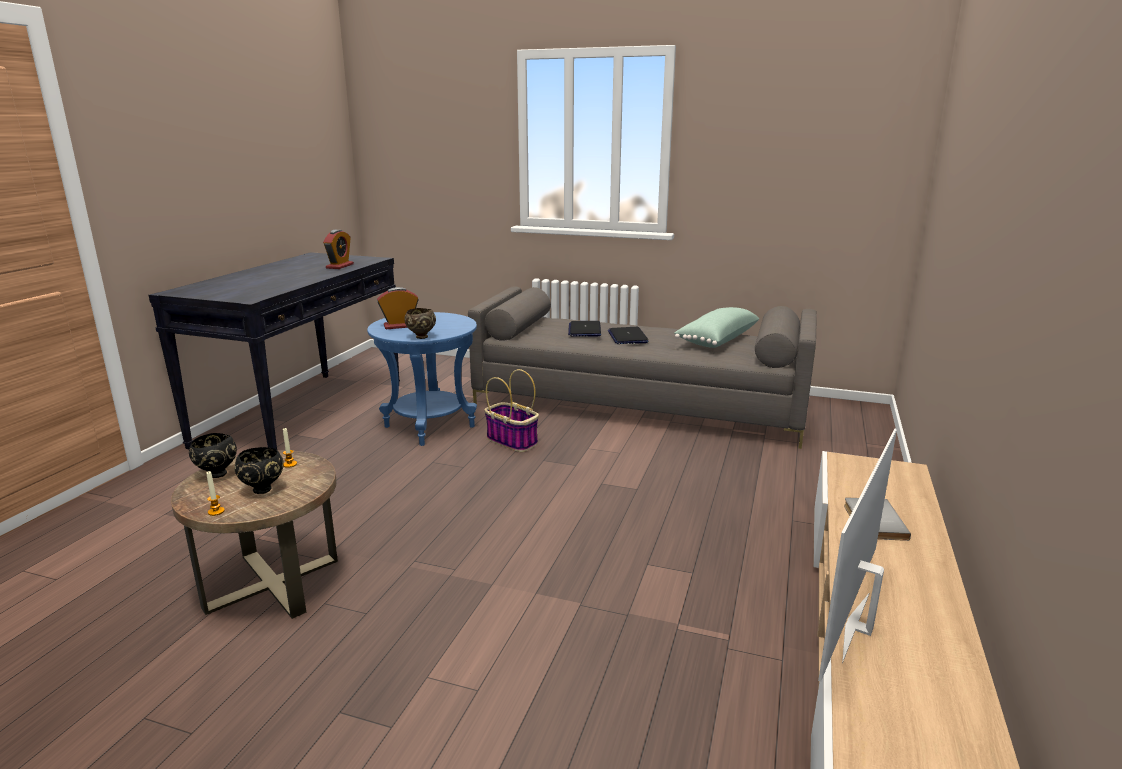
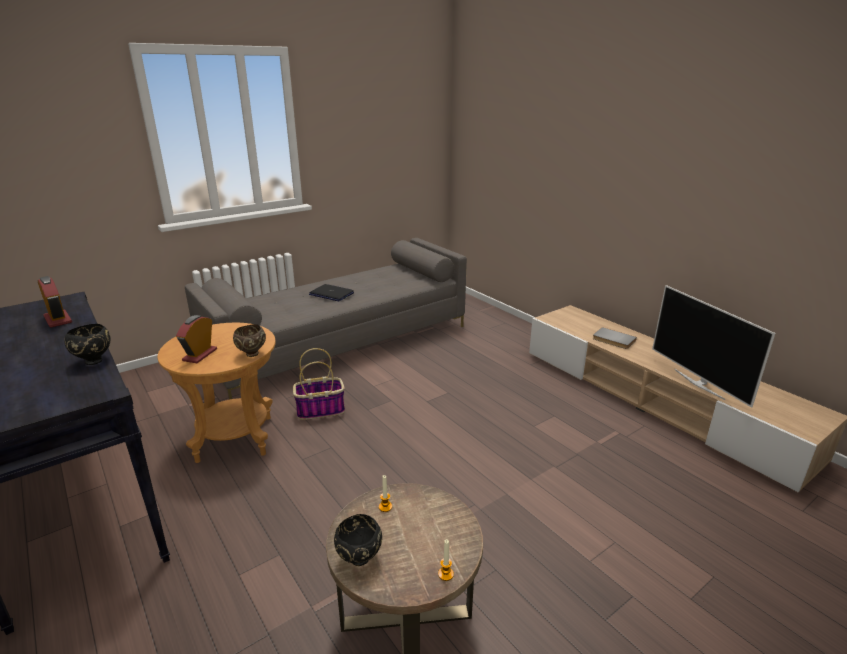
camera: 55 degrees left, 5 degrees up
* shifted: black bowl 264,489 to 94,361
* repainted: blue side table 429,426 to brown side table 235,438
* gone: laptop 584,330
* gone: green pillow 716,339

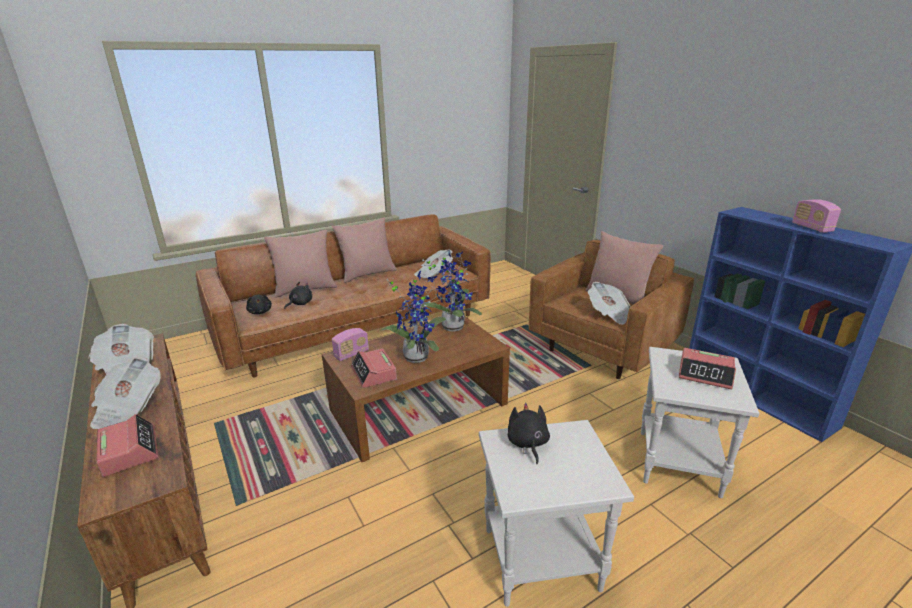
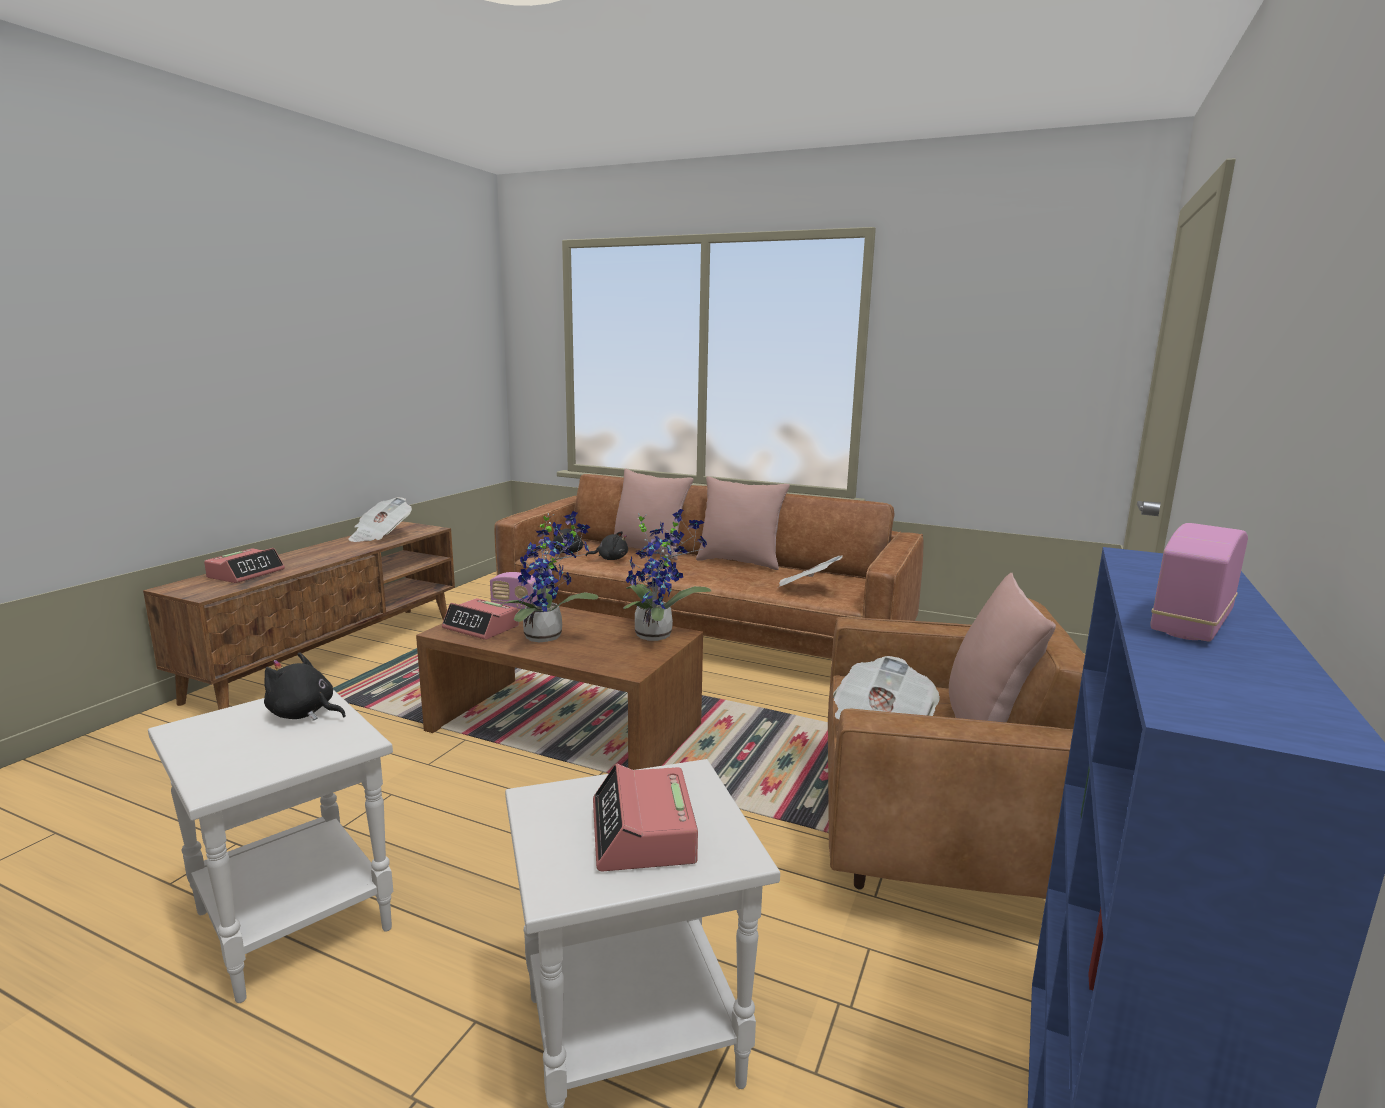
camera: 55 degrees right, 10 degrees down
* gone: newspaper 128,408
* rotated: alarm clock 374,373 = 481,627 90 degrees counterclockwise
* rotated: black plush toy 527,443 = 304,714 120 degrees counterclockwise

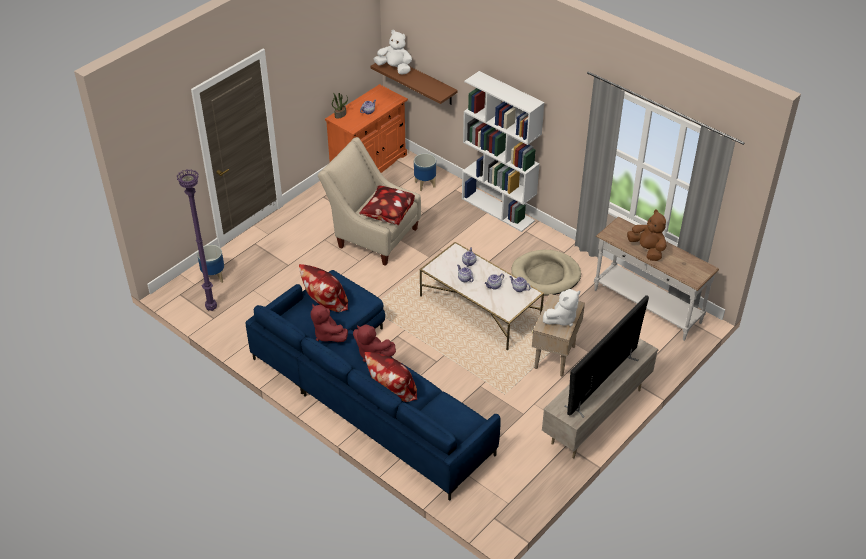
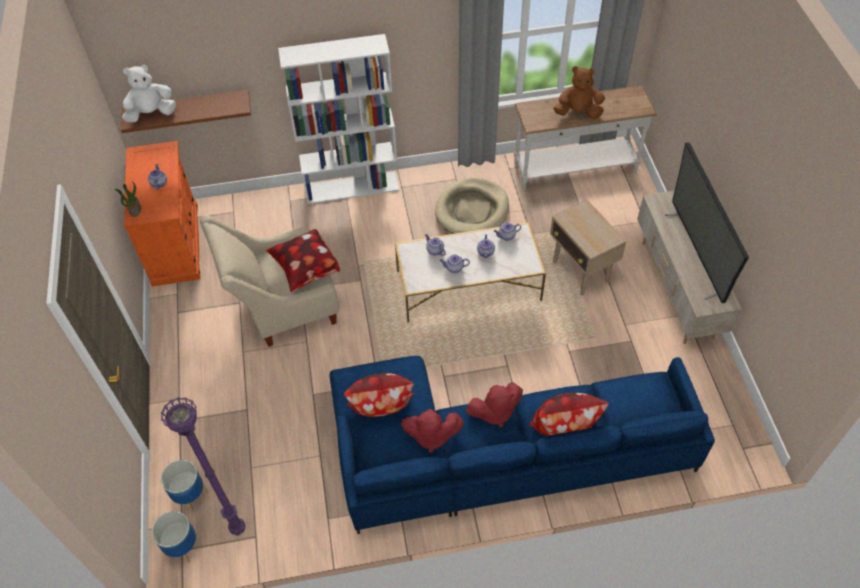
camera: 50 degrees left, 10 degrees up
* shifted: planter 425,184 to 183,546
* gone: white plush toy 562,318

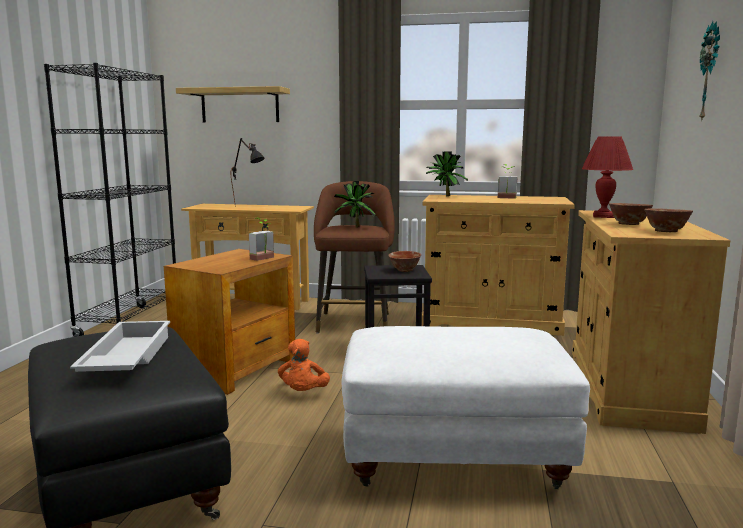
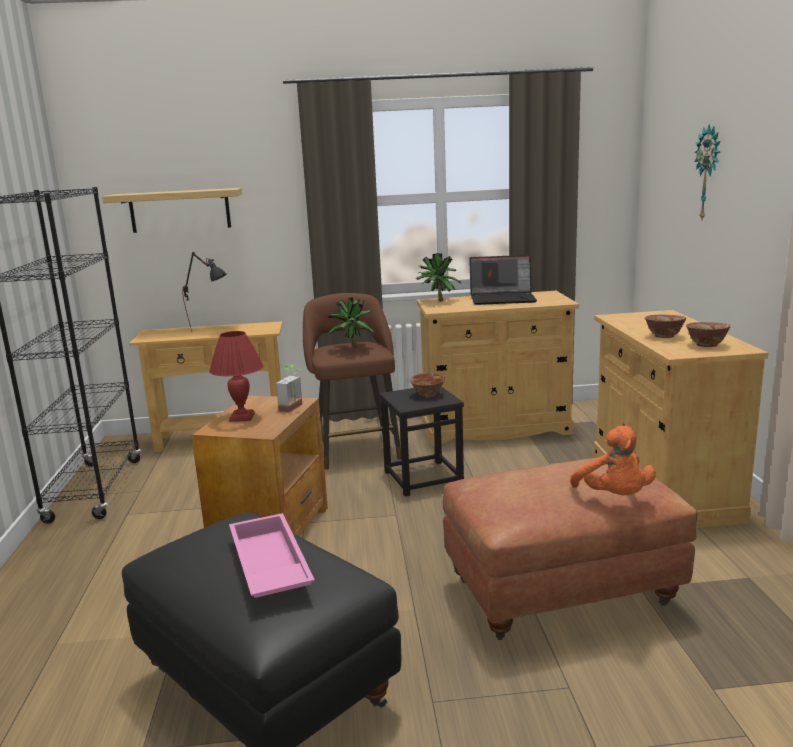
camera: 15 degrees left, 5 degrees up
* repainted: white tray 125,358 to pink tray 267,566
* shifted: orange plush toy 303,393 to 614,497
* repainted: white ottoman 453,463 to brown ottoman 561,597
* swapped: potted plant 506,198 to laptop 503,299
* shifted: red table lamp 602,216 to 242,417

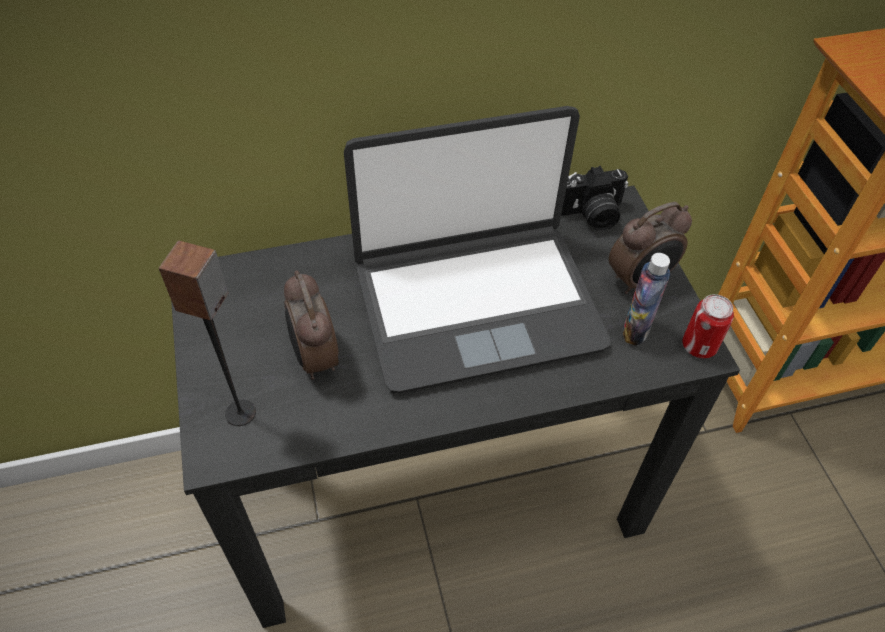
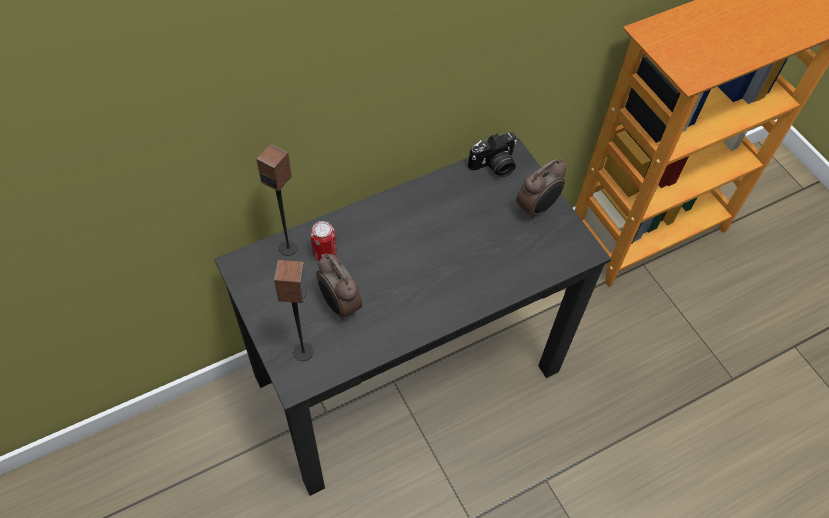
camera: 15 degrees left, 5 degrees up
* gone: laptop 477,304
* gone: bottle 635,330
* shifted: can 699,346 to 324,253
* new: speaker 288,247

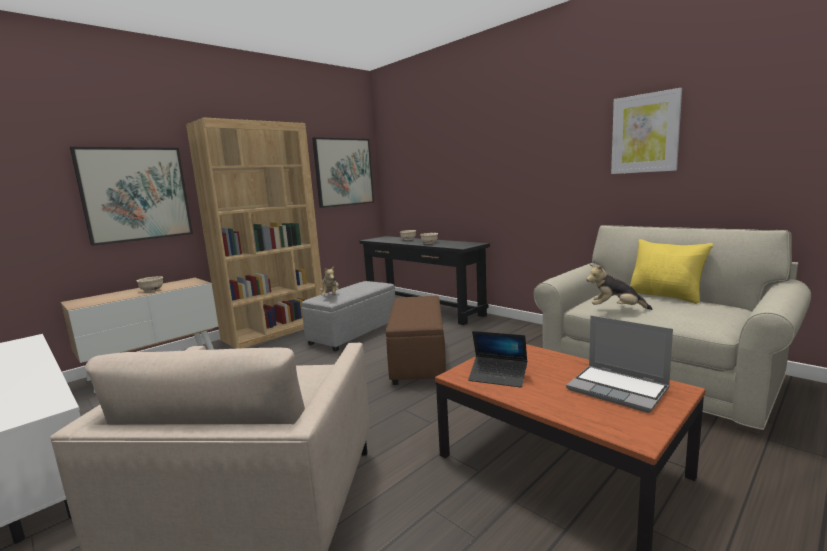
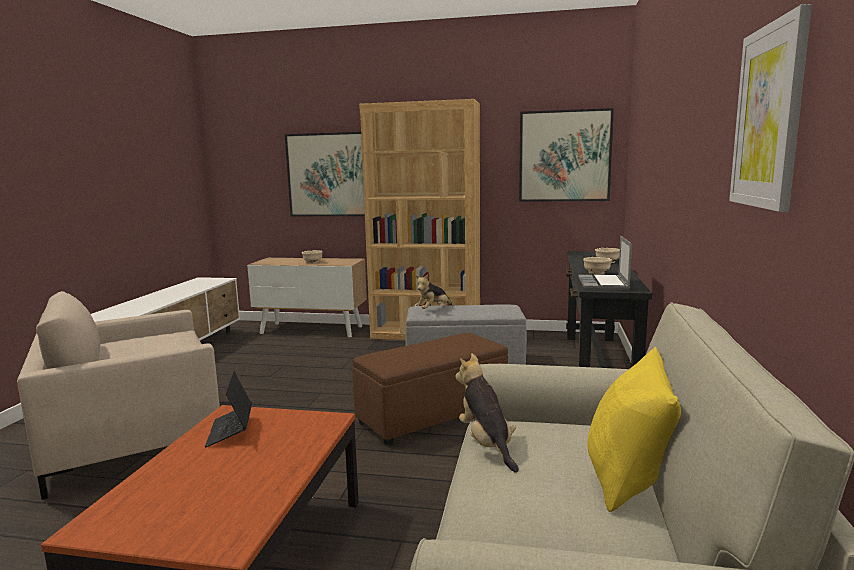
camera: 55 degrees right, 0 degrees up
* shifted: laptop 619,389 to 604,284

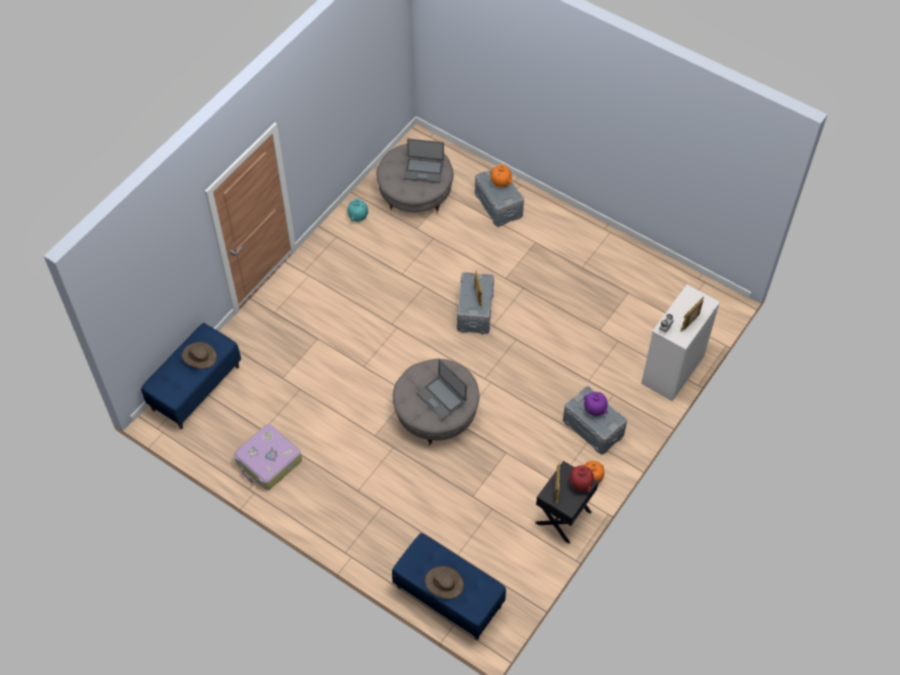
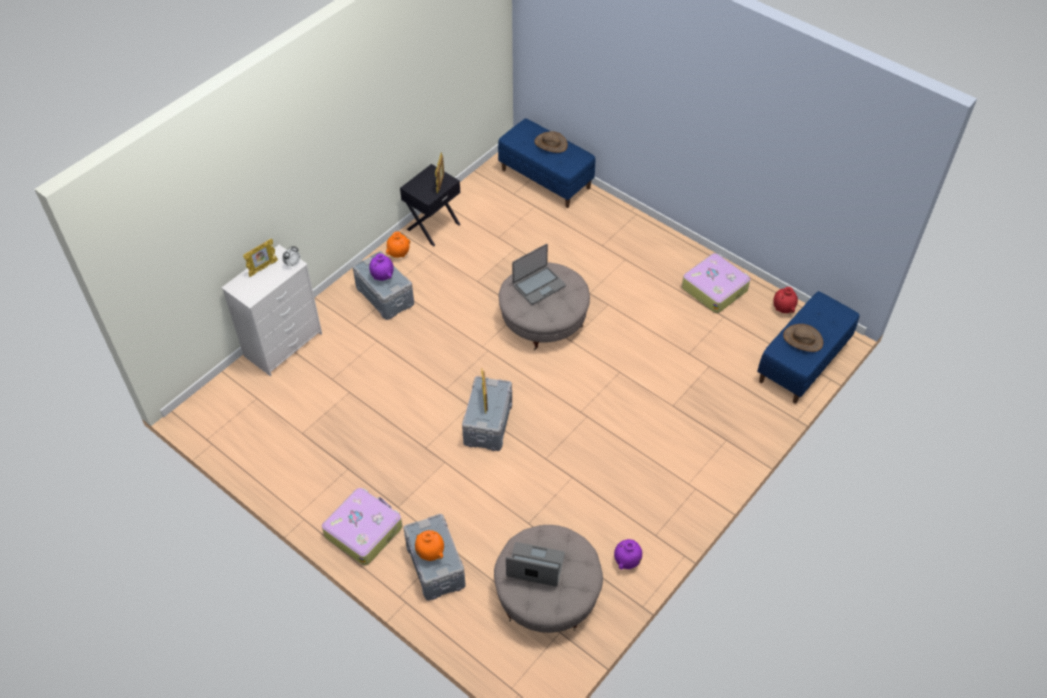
camera: 175 degrees left, 5 degrees down
* repainted: turquoise vase 358,217 to purple vase 627,561
* rotated: laptop 441,397 = 538,285 90 degrees clockwise
* shifted: red vase 580,484 to 783,309
* new: suitcase 363,530

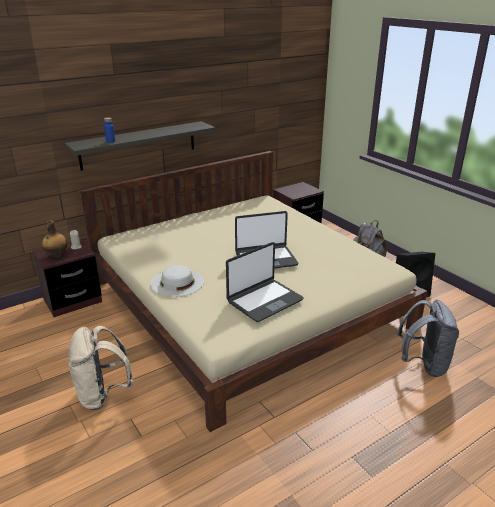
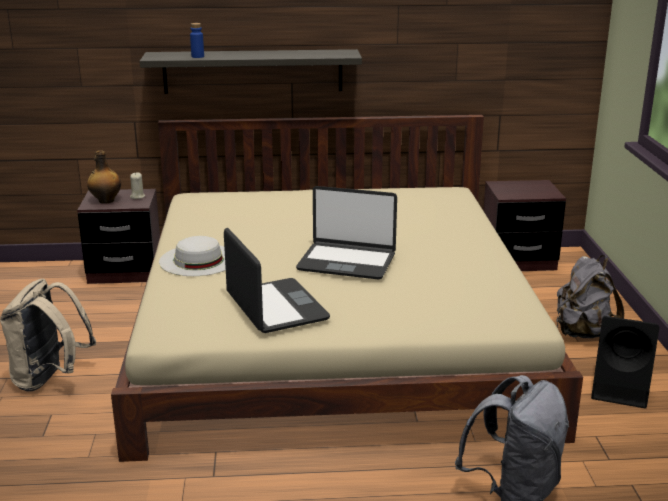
camera: 30 degrees right, 5 degrees down
* rotated: laptop 264,300 = 275,307 105 degrees counterclockwise

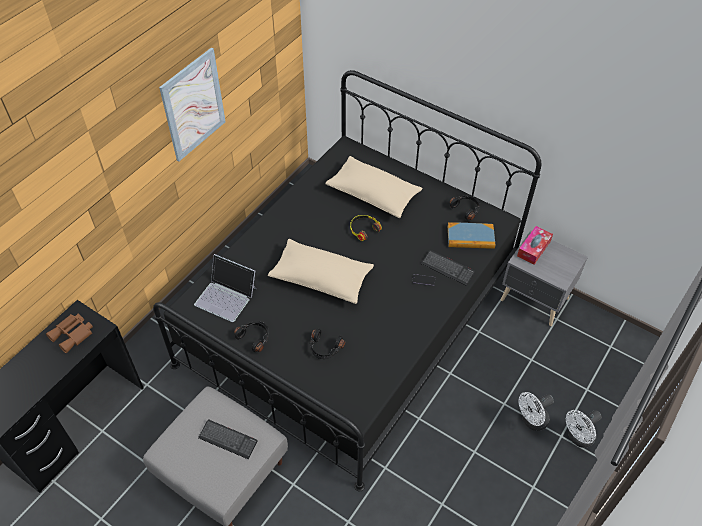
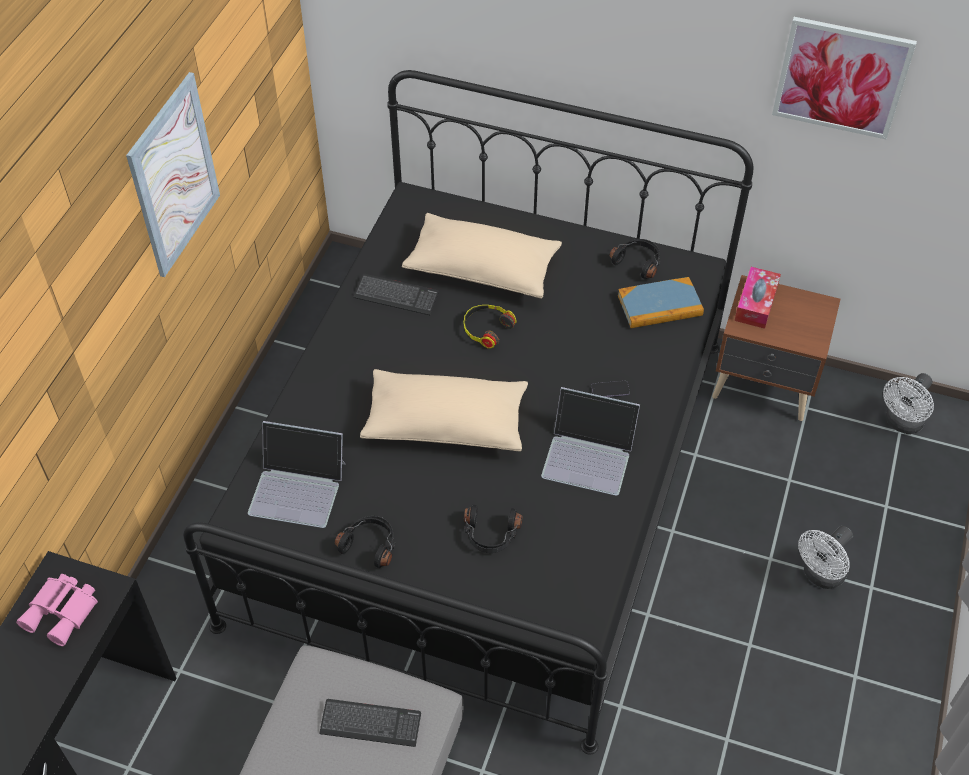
camera: 15 degrees left, 0 degrees up
* repainted: brown binoculars 73,334 to pink binoculars 63,612
* shifted: keyboard 447,268 to 396,296
* repainted: grey nightstand 534,300 to brown nightstand 764,387
* shifted: white fan 578,438 to 901,423
* new: laptop 589,455
* new: picture 841,77

